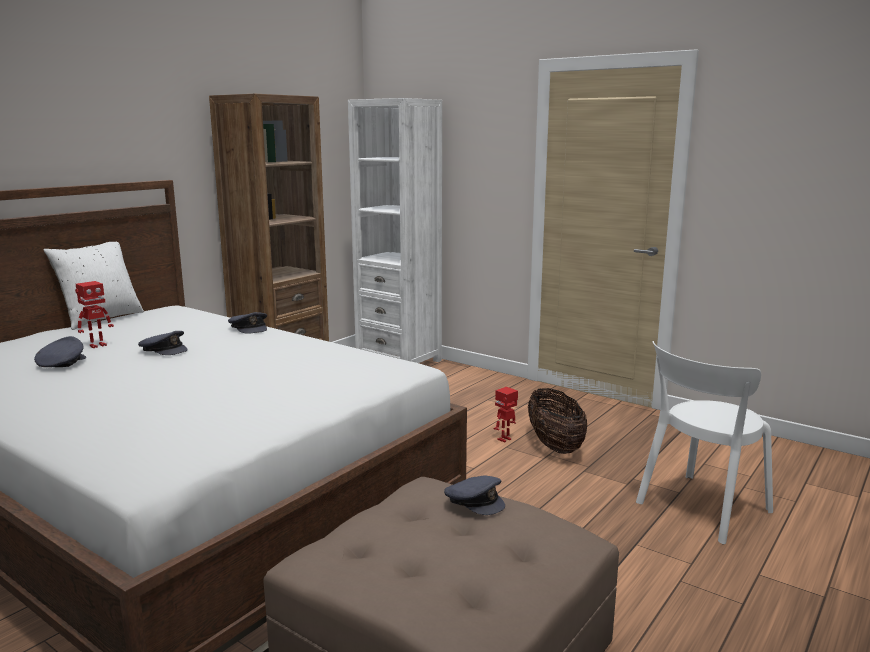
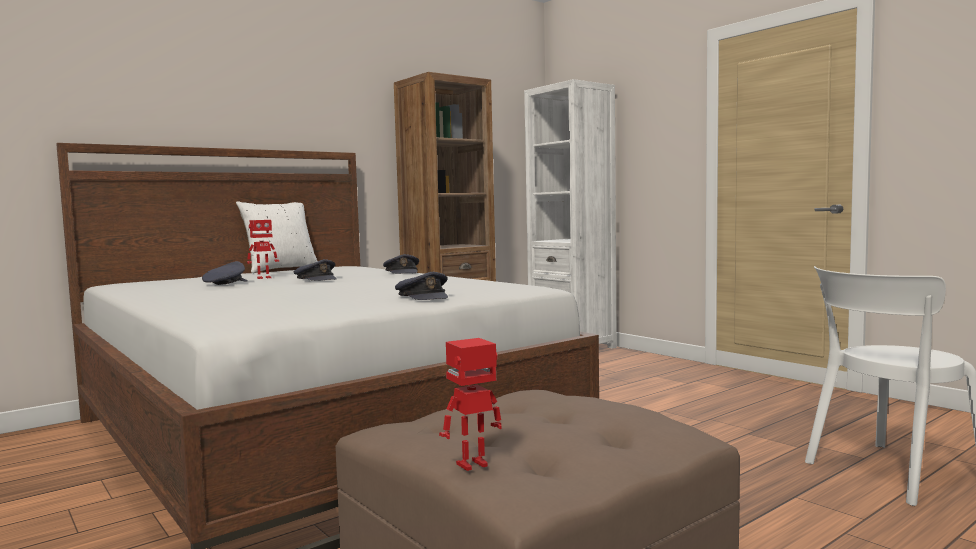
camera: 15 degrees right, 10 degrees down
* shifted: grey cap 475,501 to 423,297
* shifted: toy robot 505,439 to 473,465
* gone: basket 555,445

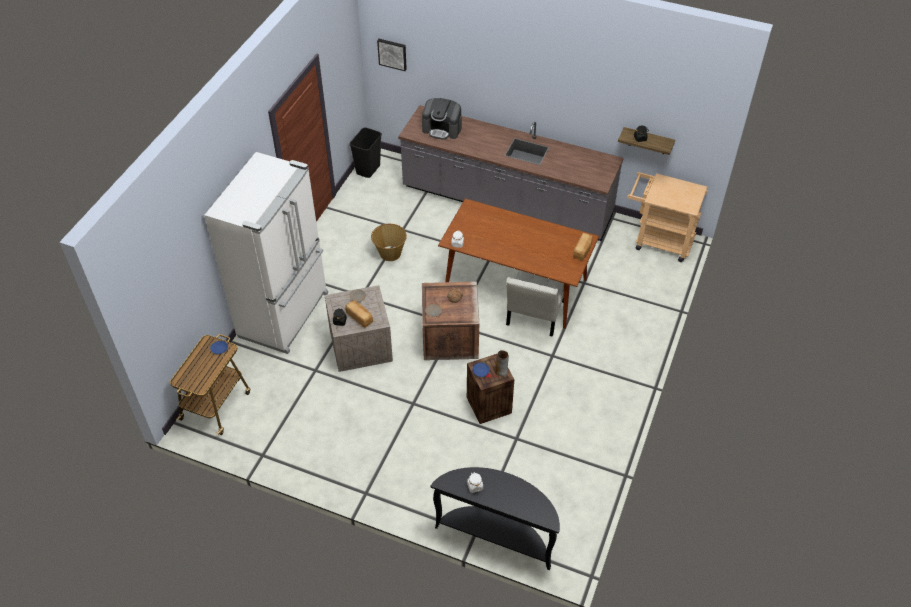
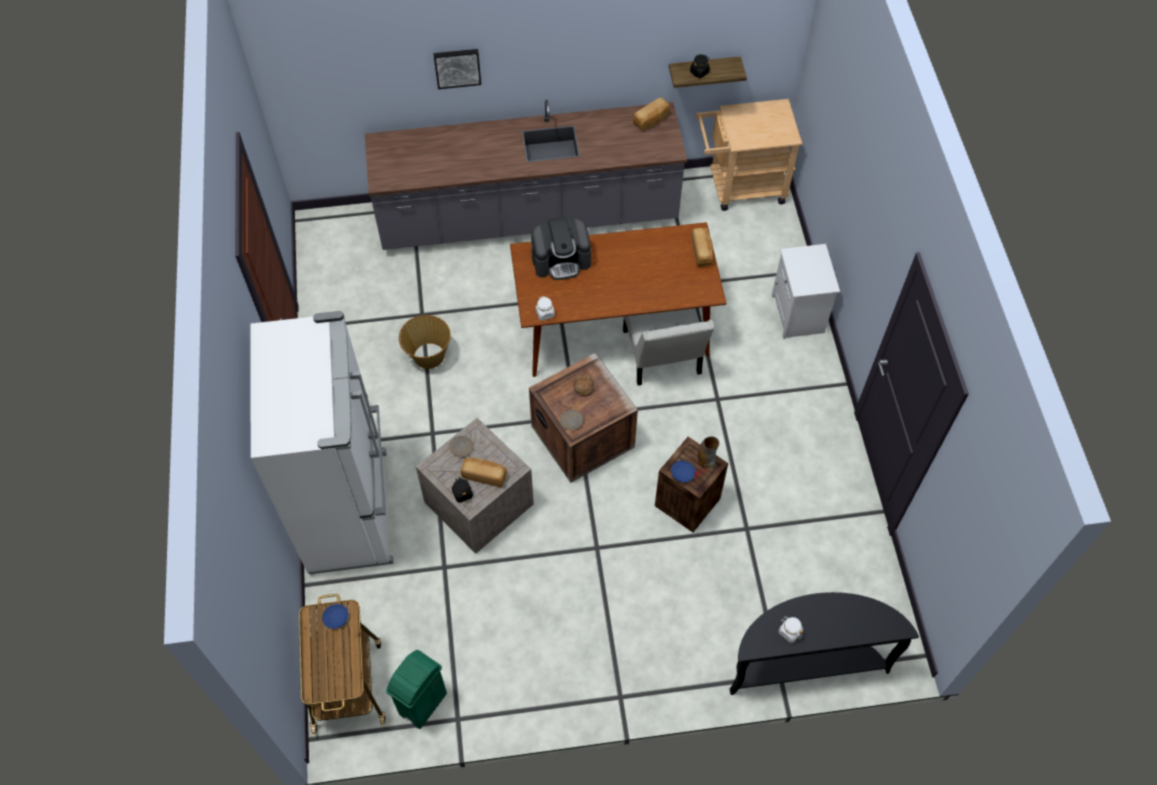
camera: 30 degrees left, 10 degrees up
* gone: black trash can 368,170
* shifted: picture 392,54 to 457,67
* shifted: coffee machine 442,129 to 561,259
* new: green trash can 422,704
* new: bread 651,120
* new: white nightstand 799,315

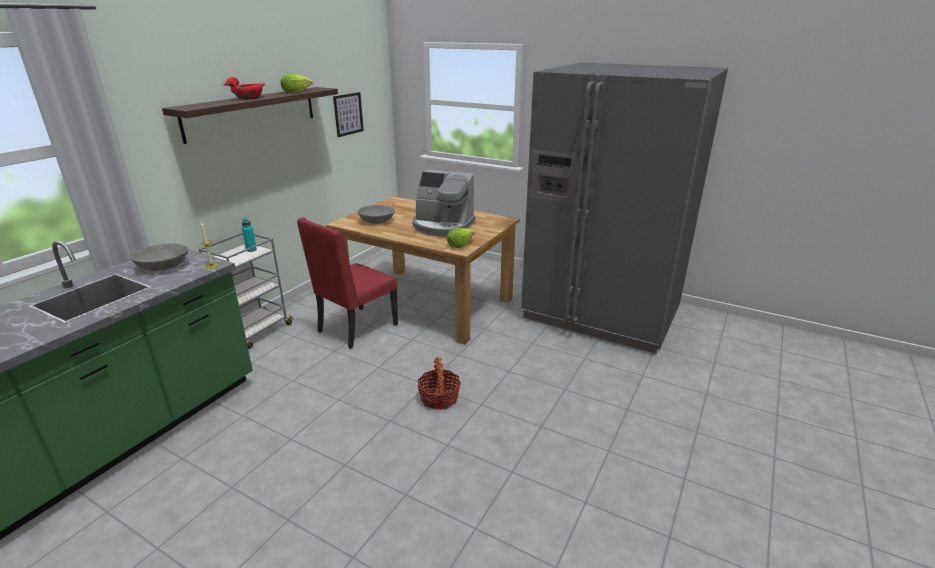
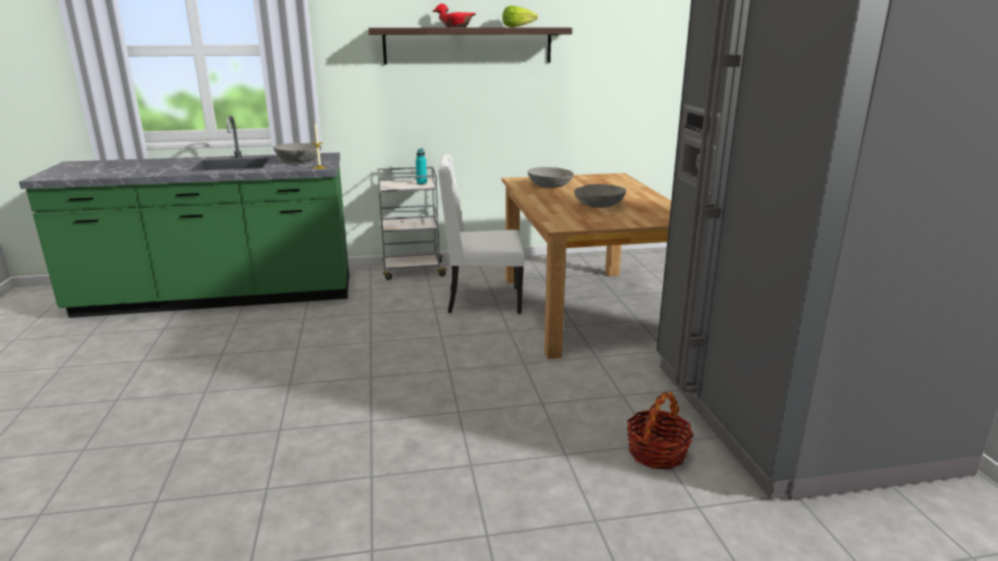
camera: 50 degrees right, 5 degrees down
* repainted: red chair 356,329 to white chair 482,301
* gone: picture 348,114
* swapped: coffee machine 443,226 to grey bowl 599,205
* shifted: basket 439,398 to 657,453
* gone: lettuce 460,245

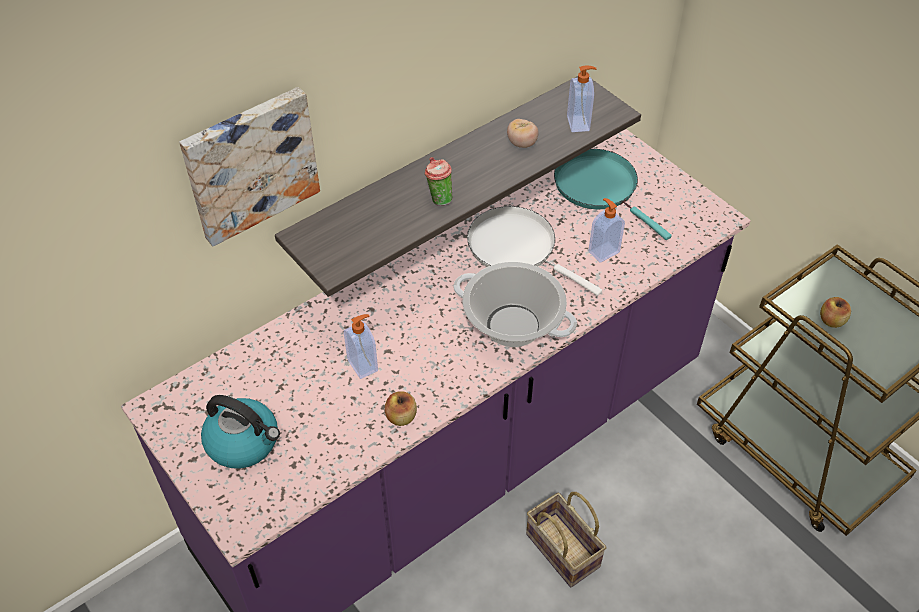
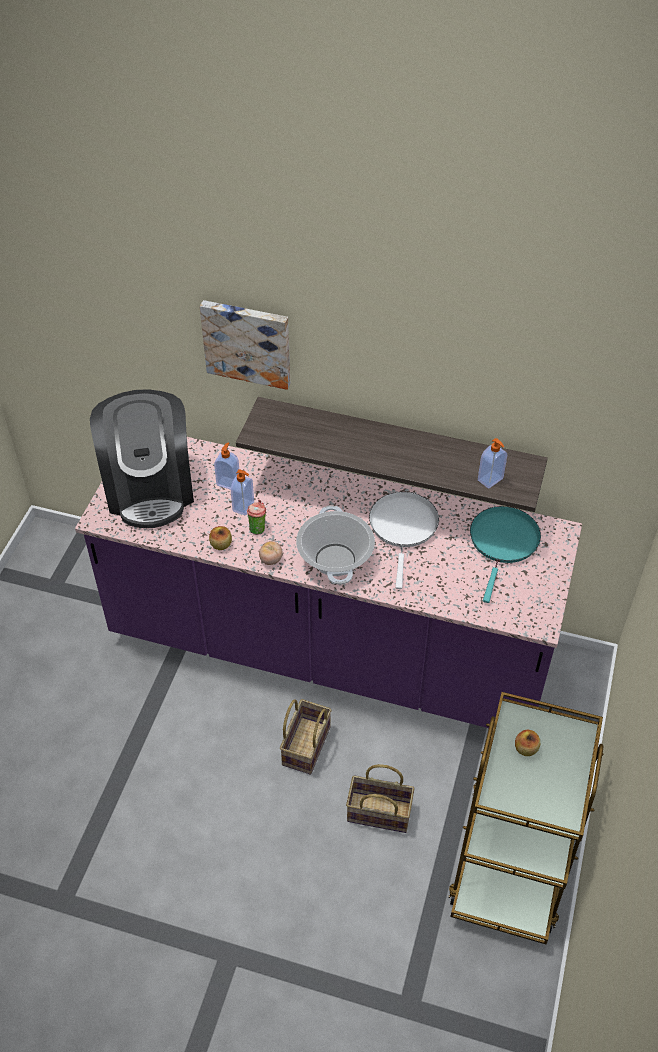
camera: 55 degrees right, 0 degrees up
* swapped: kettle 244,442 to coffee machine 150,488
* shifted: cup 438,199 to 257,528
* shifted: tomato 522,143 to 271,559
* shifted: soap dispenser 603,251 to 228,482
* new: basket 377,813

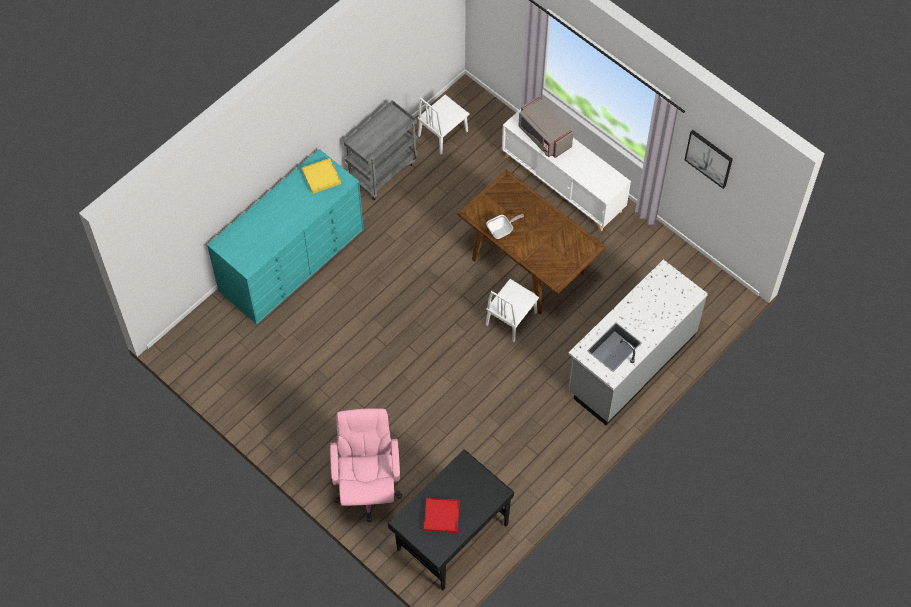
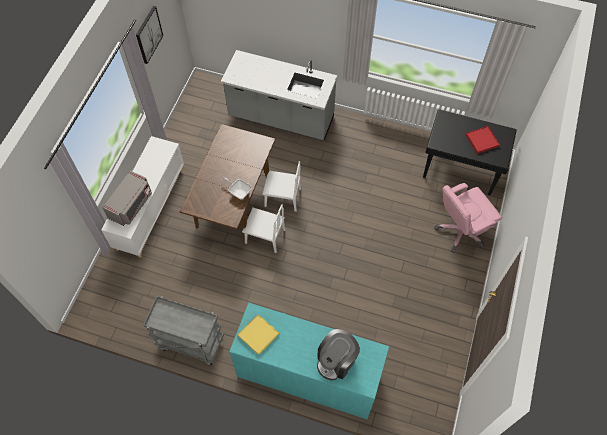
camera: 115 degrees left, 0 degrees up
* shifted: white chair 443,133 to 265,236
* new: coffee machine 336,360

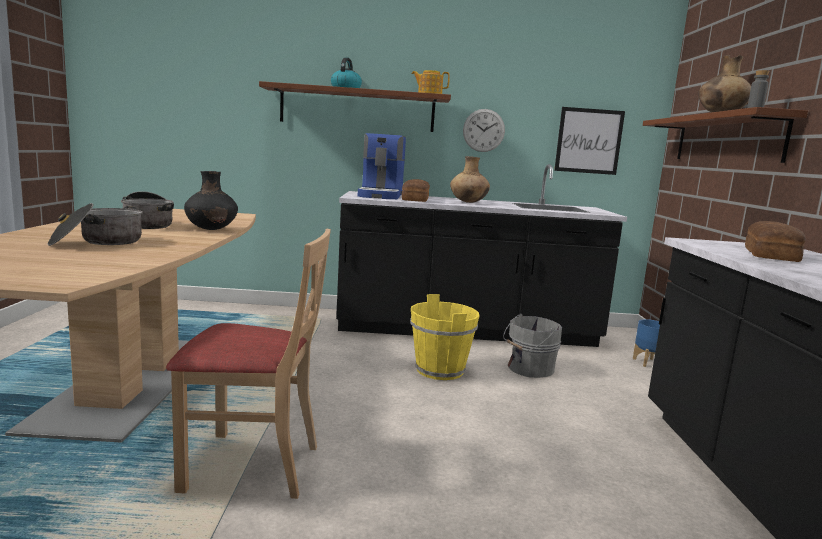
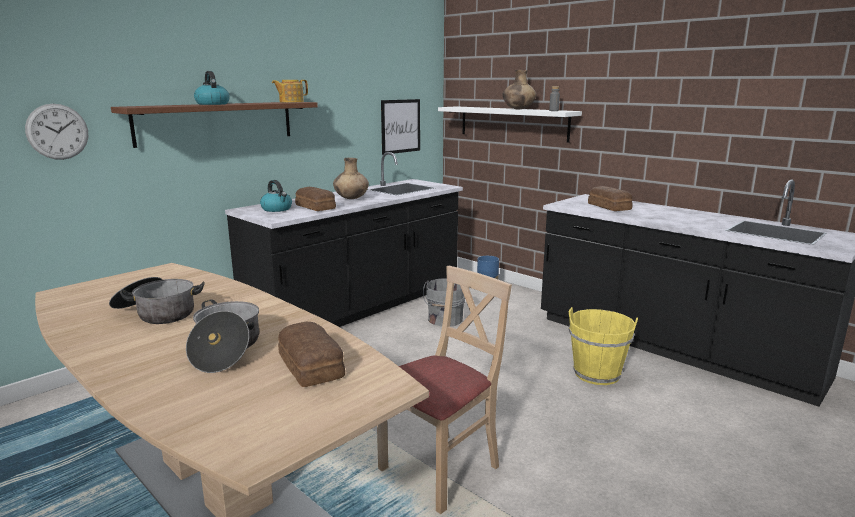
camera: 45 degrees left, 5 degrees up
* gone: black vase 211,229
* swapped: coffee machine 381,195 to kettle 277,209
* shifted: yellow bucket 439,370 to 596,374
* shifted: wall clock 483,130 to 57,131
* repainted: brown shelf 726,139 to white shelf 512,123
* new: bread 311,365

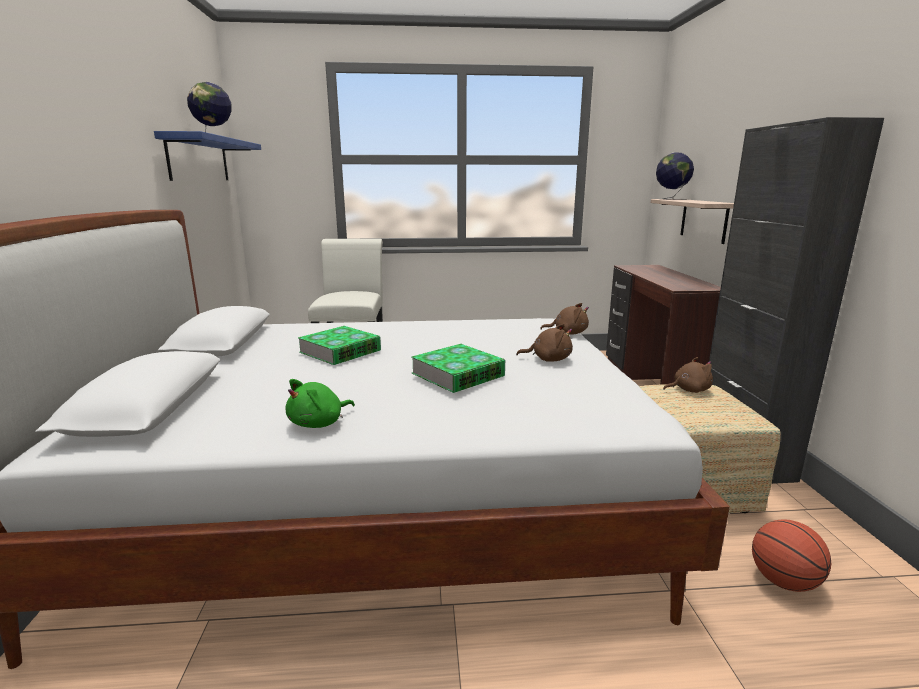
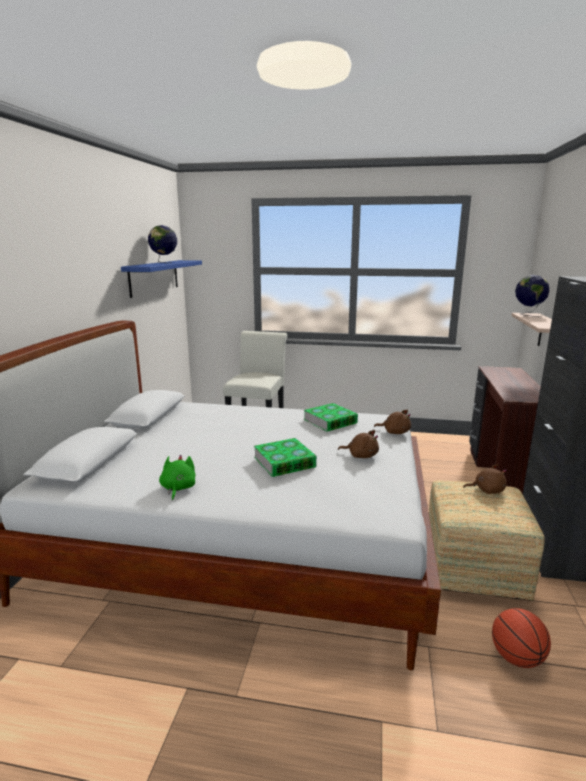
camera: 15 degrees right, 0 degrees up
* rotated: green plush toy 319,423 = 178,488 120 degrees clockwise
* shifted: book 340,351 to 330,421

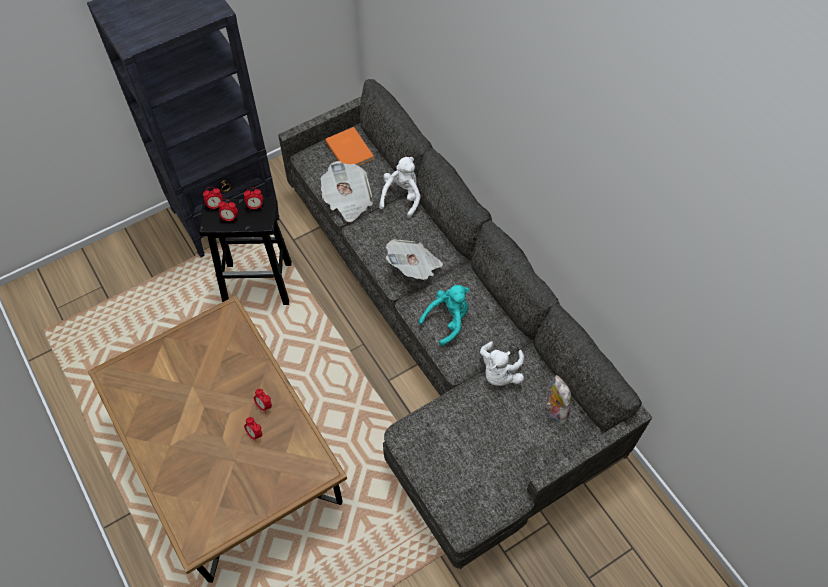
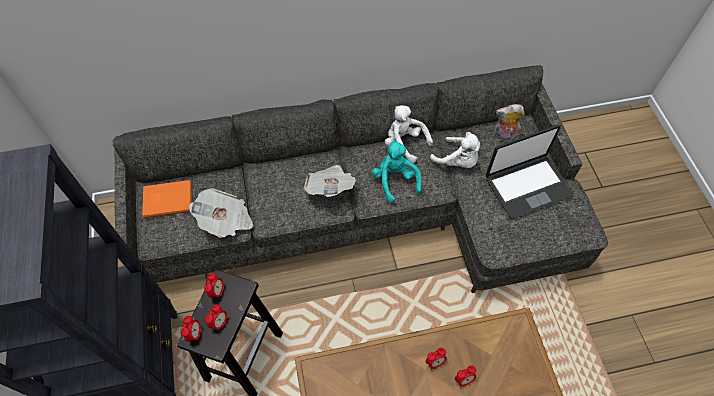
camera: 70 degrees left, 0 degrees up
* shifted: white plush toy 402,197 to 404,143
* new: laptop 527,186

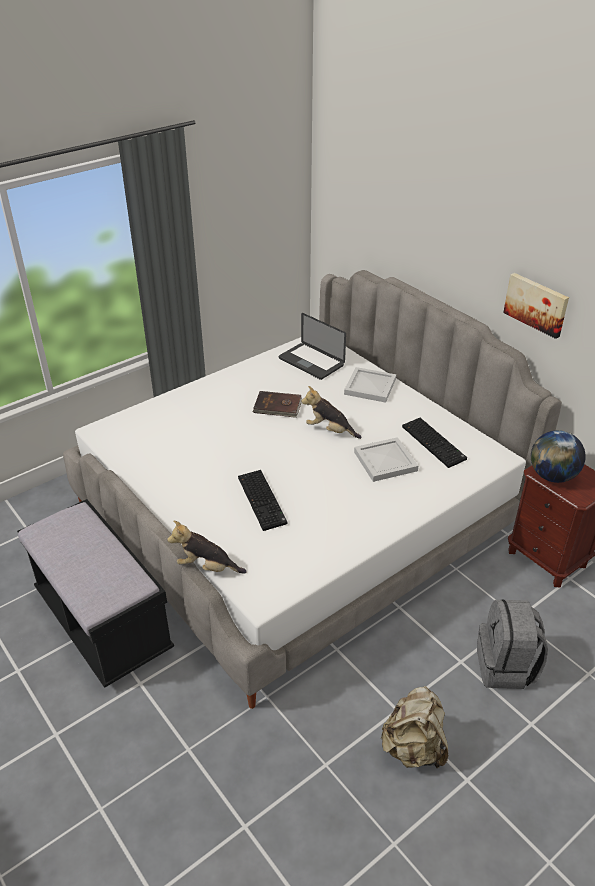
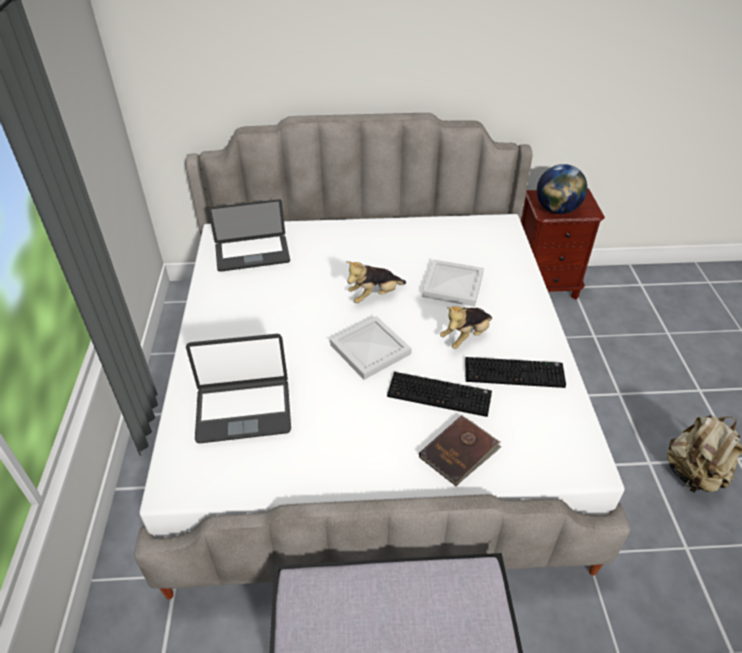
camera: 55 degrees left, 5 degrees up
* shifted: plush toy 207,567 to 466,337
* shifted: brown book 278,406 to 460,452
* shifted: white tray 371,386 to 370,348
* shifted: keyboard 435,443 to 515,372
* gone: grey backpack 505,667
* gone: picture 536,304
* new: laptop 243,410

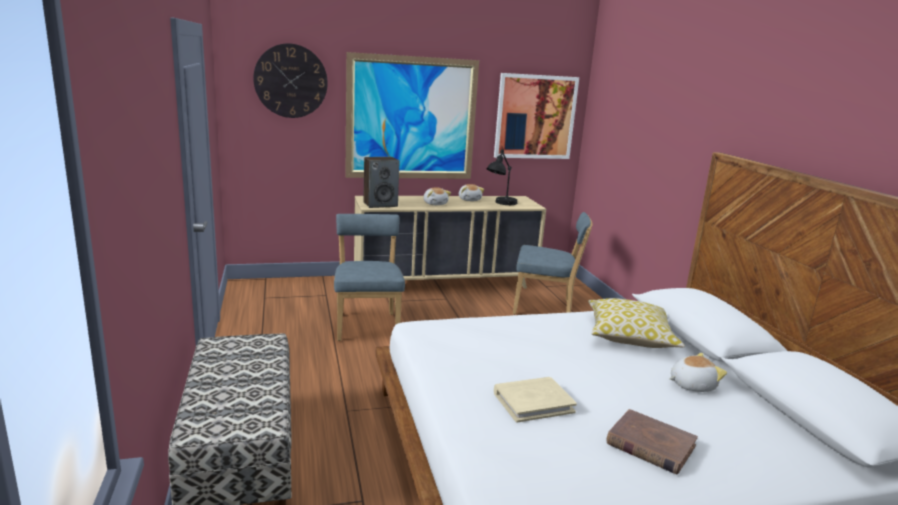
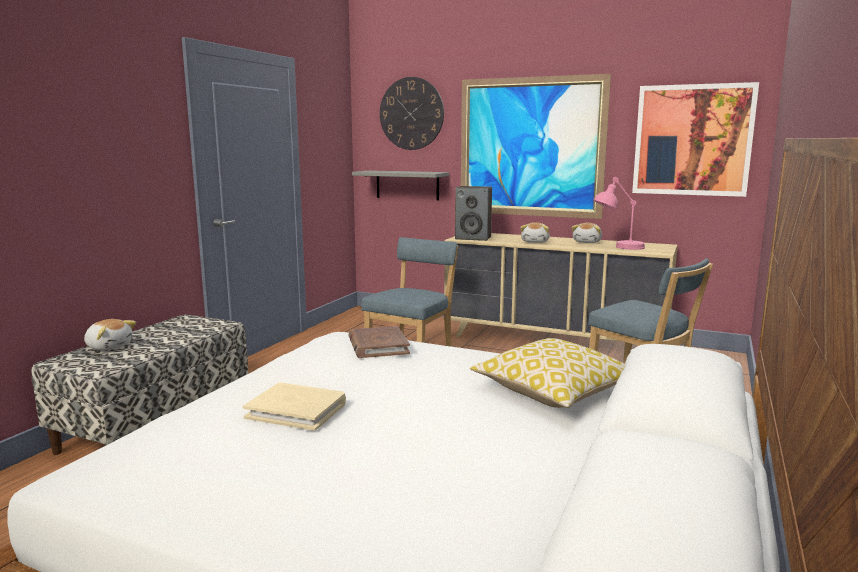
camera: 40 degrees right, 5 degrees down
* repainted: black table lamp 500,204 to pink table lamp 618,247
* shifted: brown book 650,445 to 378,346
* shifted: plush toy 691,385 to 109,346
* new: grey shelf 407,185

